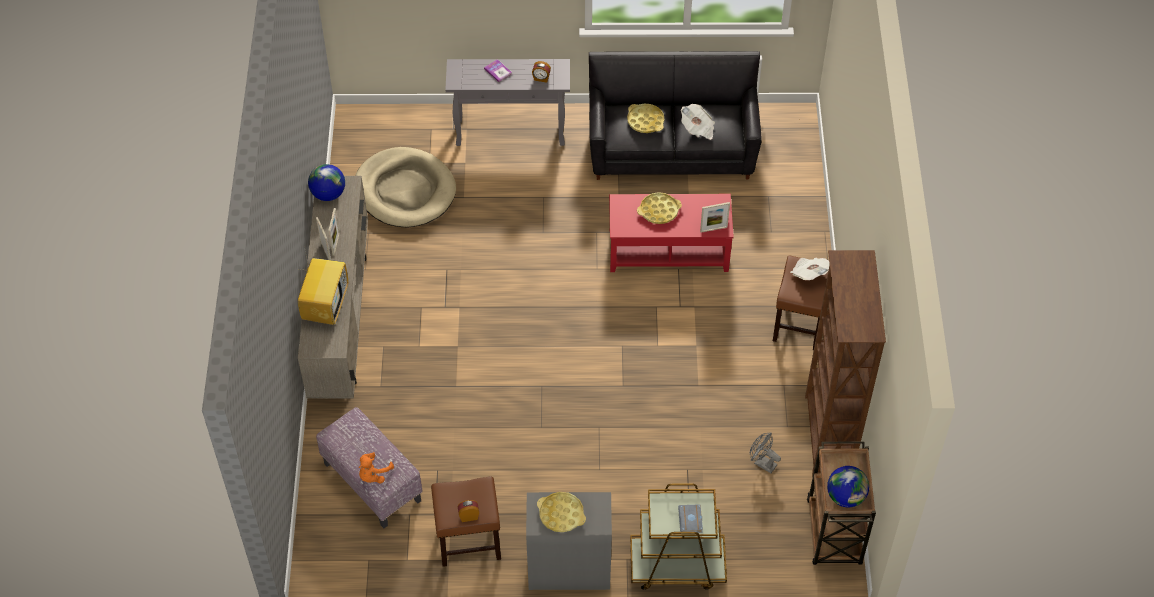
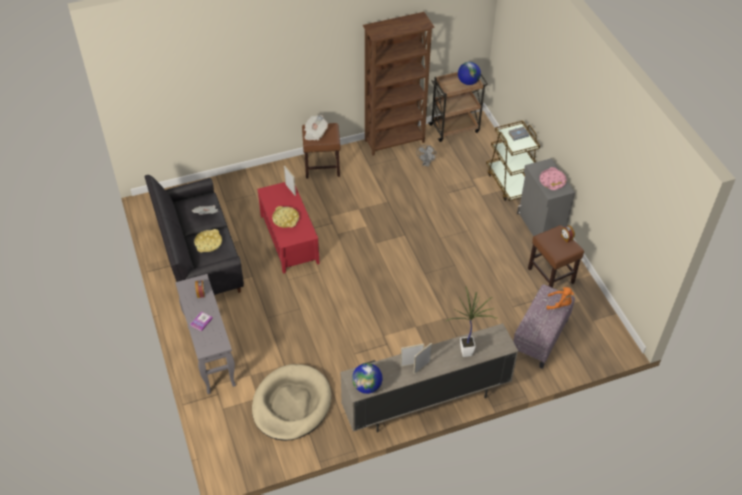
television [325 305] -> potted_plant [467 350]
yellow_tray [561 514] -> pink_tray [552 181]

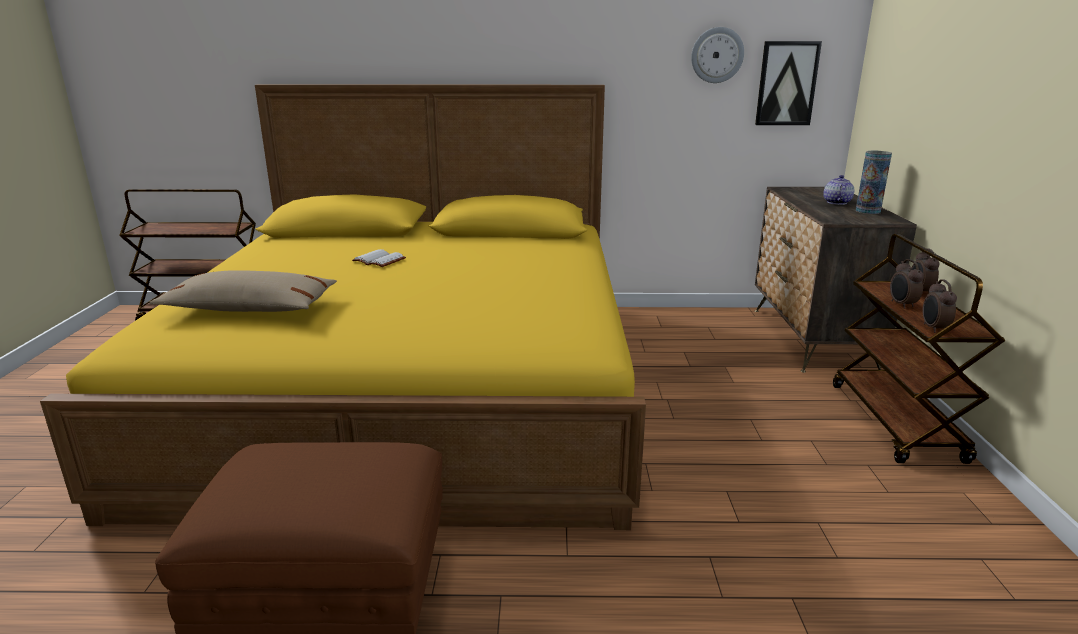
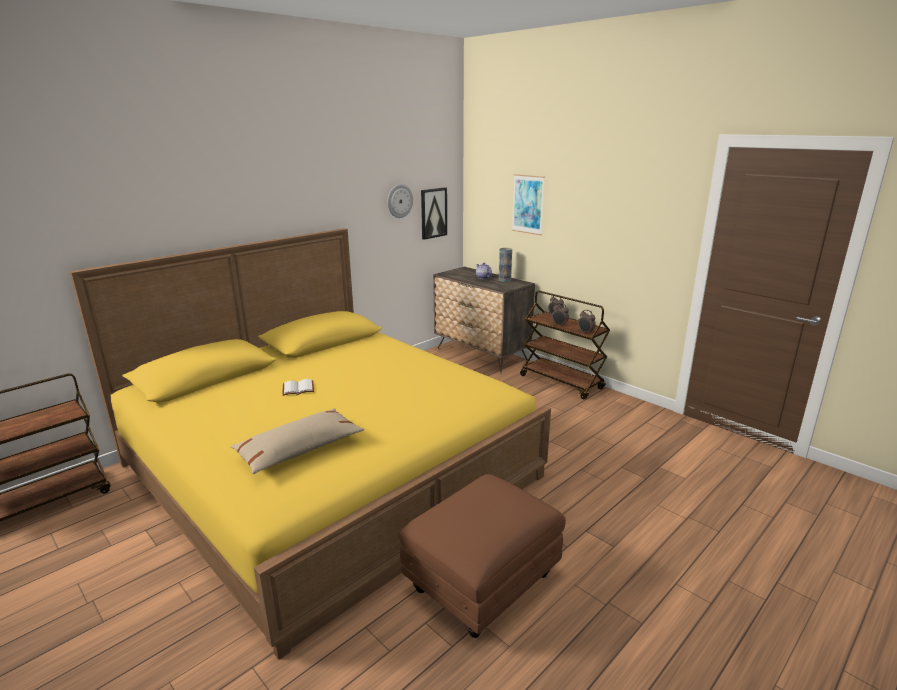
none -> picture [528 204]

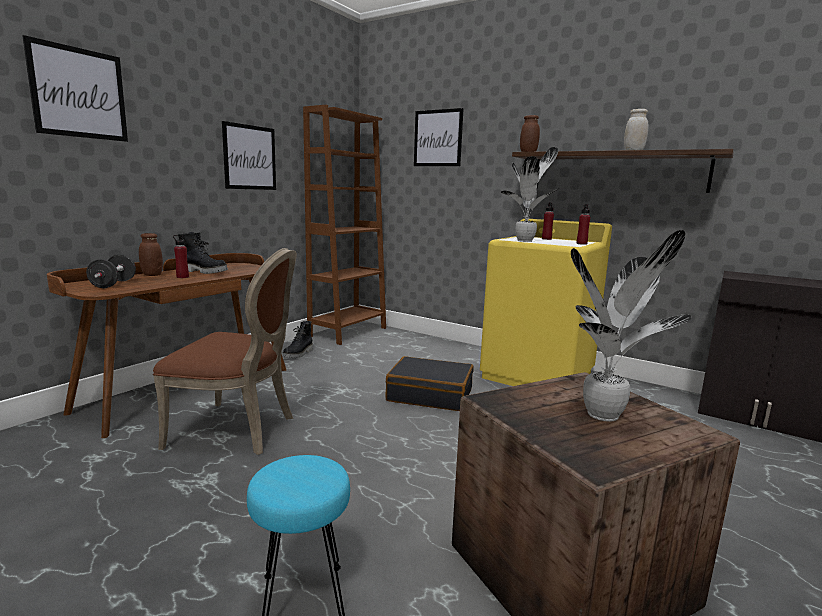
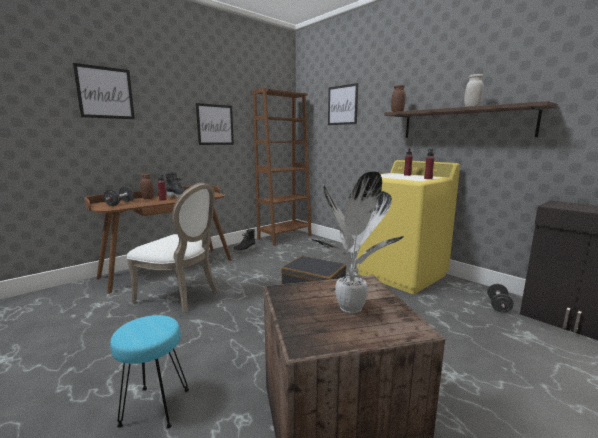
potted_plant [526 241] -> none
brown_chair [238 430] -> white_chair [181 296]
none -> black_dumbbell [498 306]

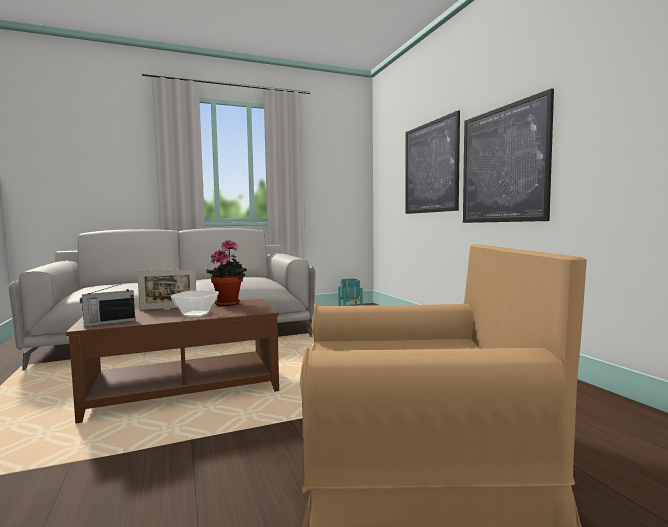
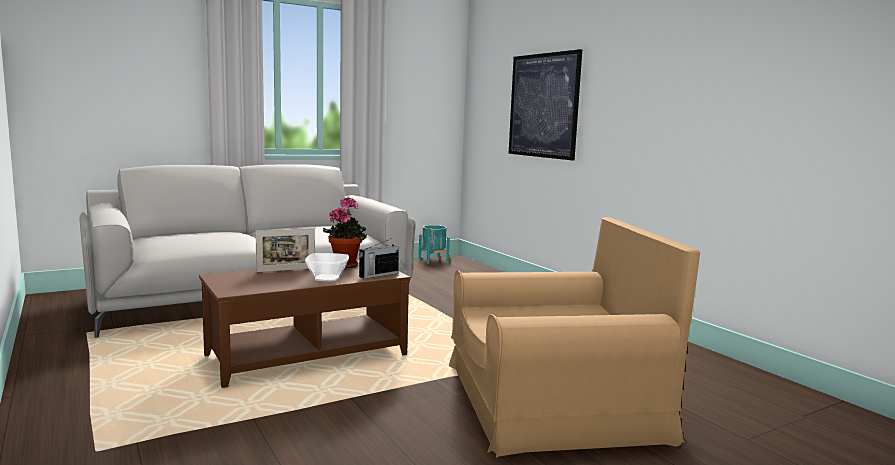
picture [503 165] -> none
radio [109 322] -> radio [378 275], moved

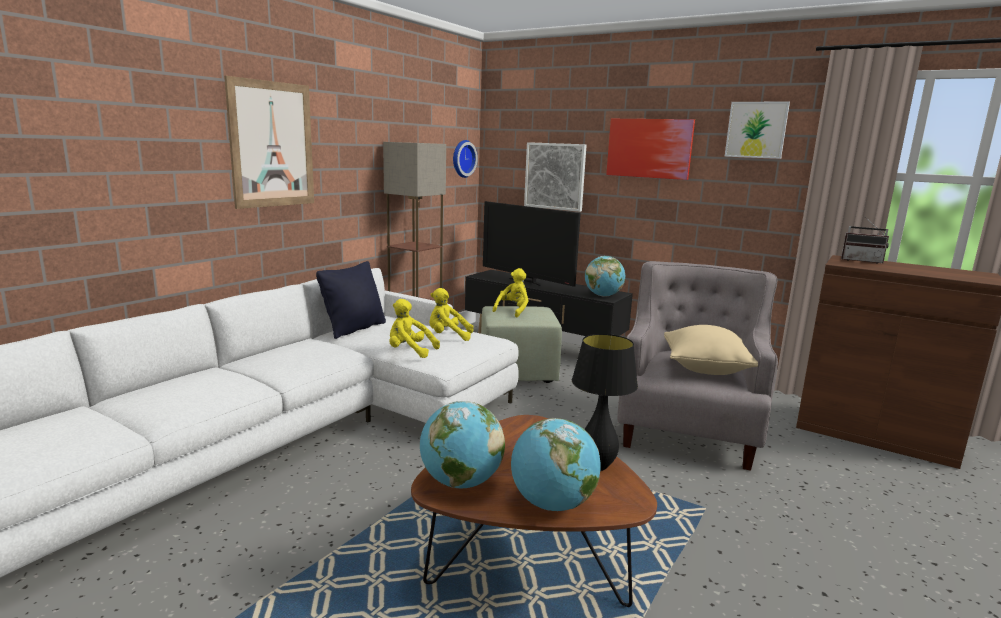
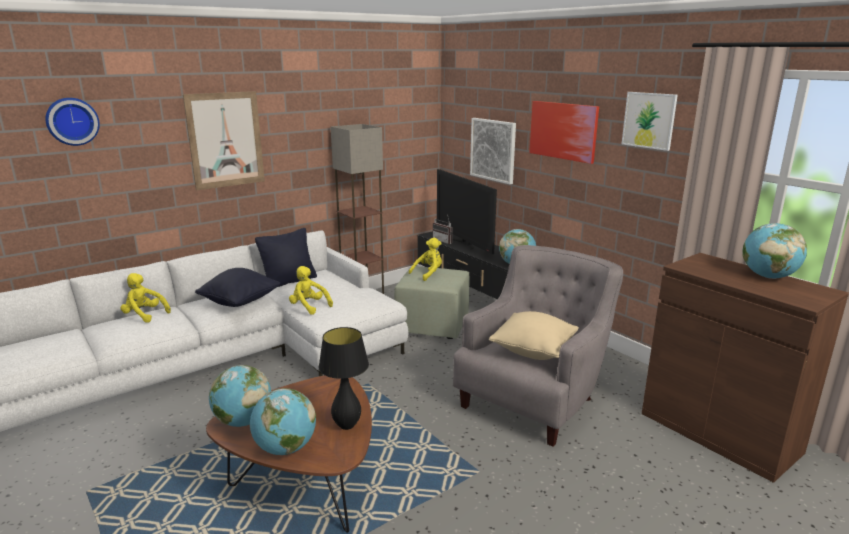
wall_clock [462 158] -> wall_clock [72 121], moved
radio [862 261] -> radio [444 241], moved
yellow_plush_toy [448 336] -> yellow_plush_toy [144 315], moved
none -> globe [768 277]
none -> black_pillow [240 303]

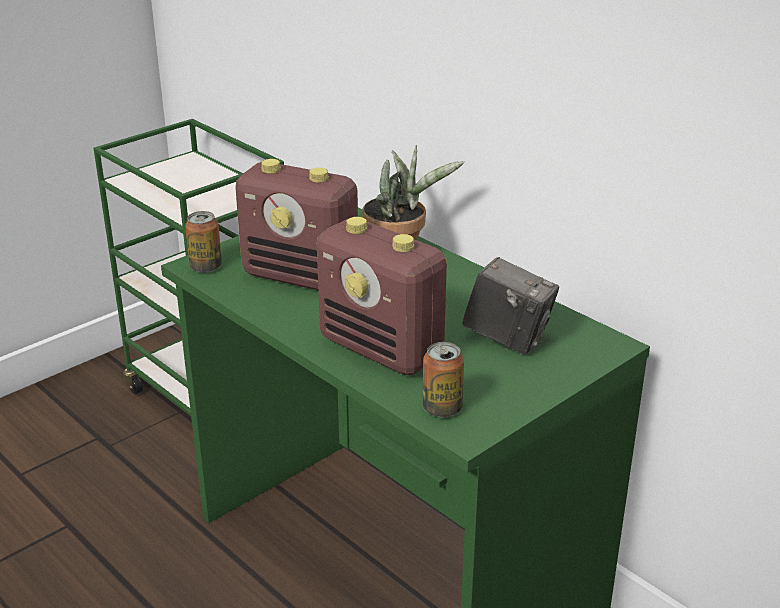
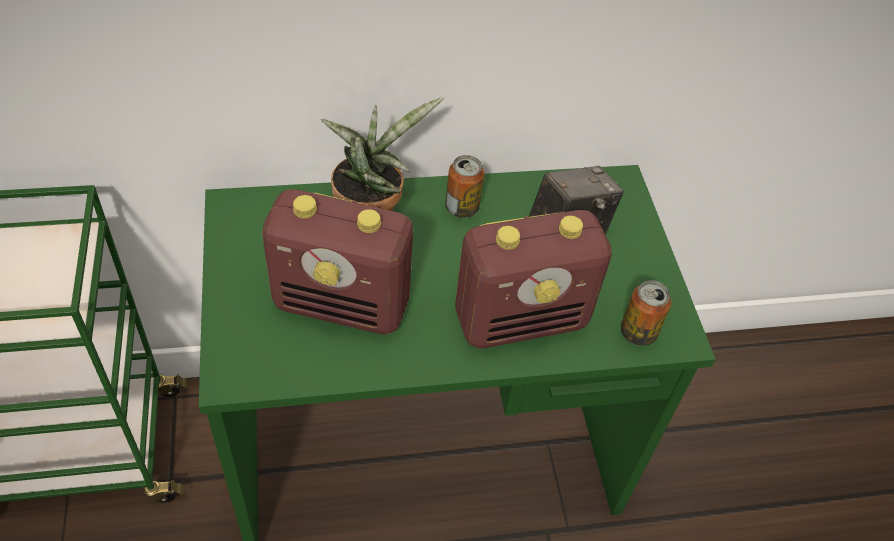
radio [302 277] -> radio [343 304], 45 degrees clockwise
can [206 267] -> can [462 208], moved

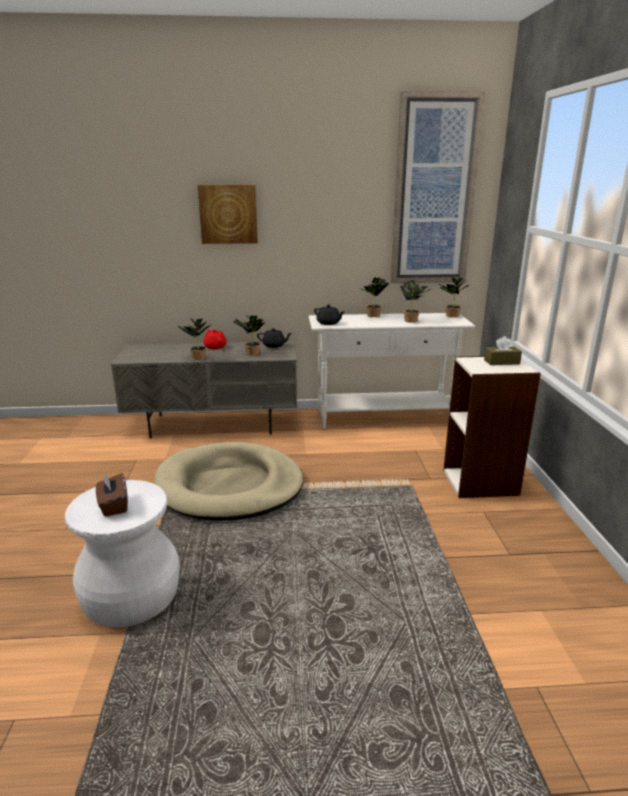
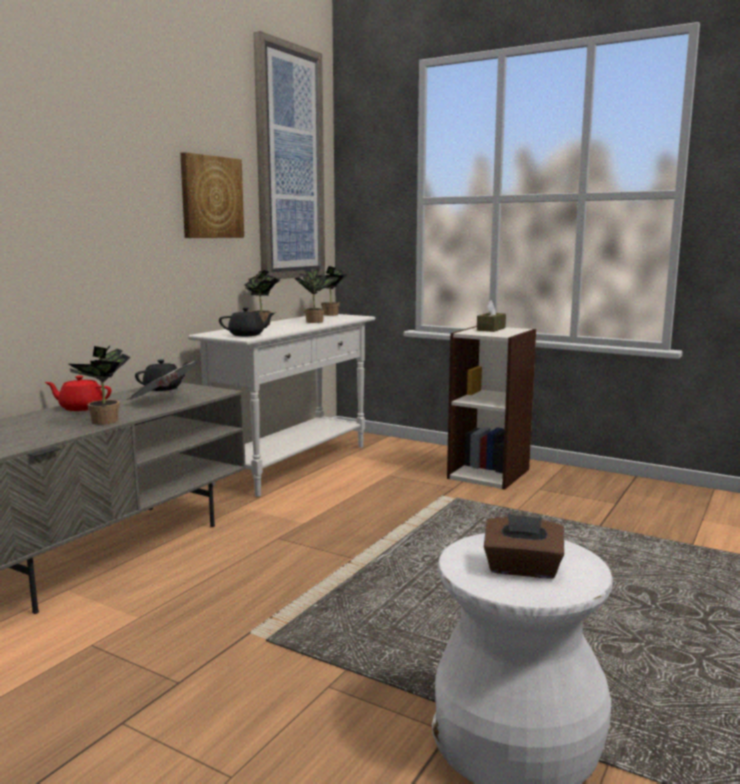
picture [228 214] -> picture [211 197], moved
potted_plant [250 353] -> newspaper [163 400]
beige_dog_bed [229 486] -> none

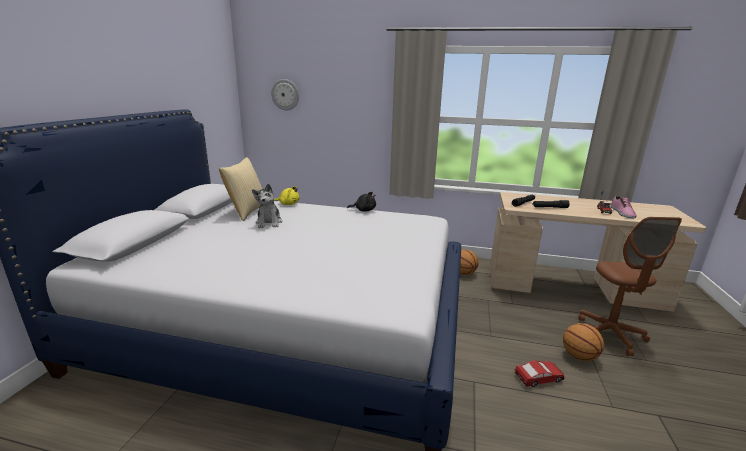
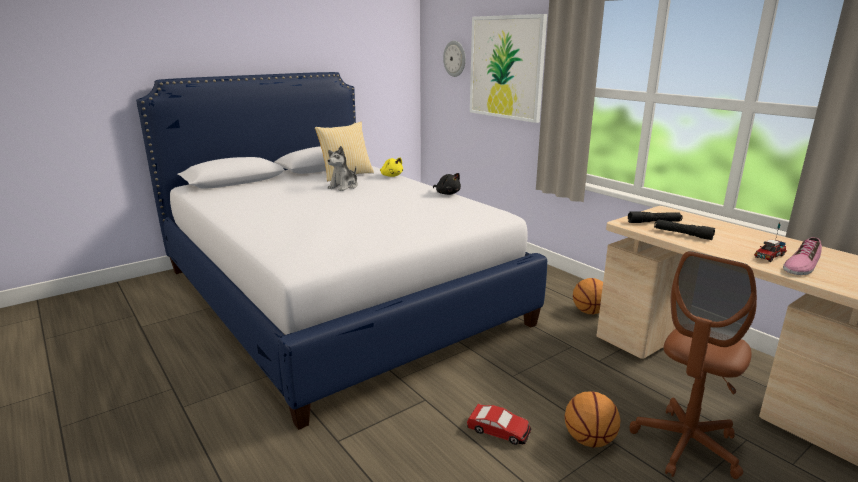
none -> picture [506 67]

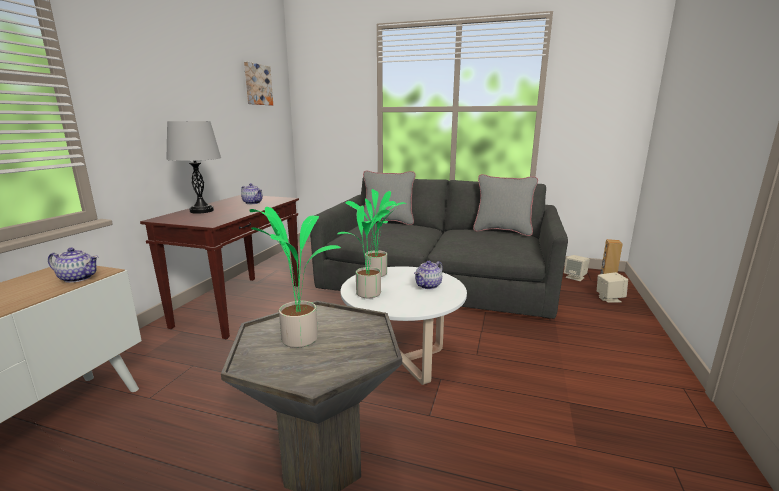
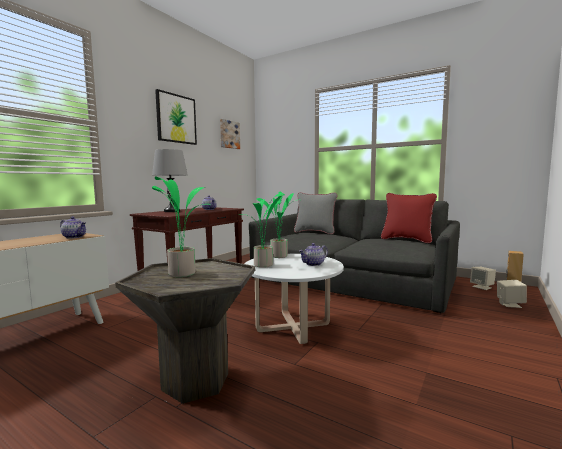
grey_pillow [502 231] -> red_pillow [406 240]
none -> picture [176 119]

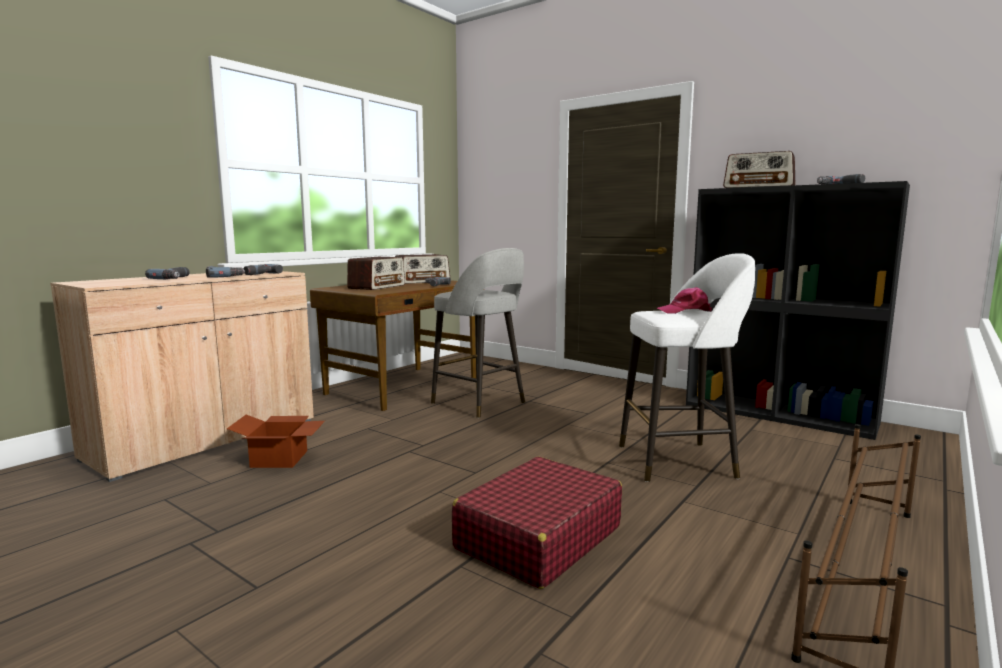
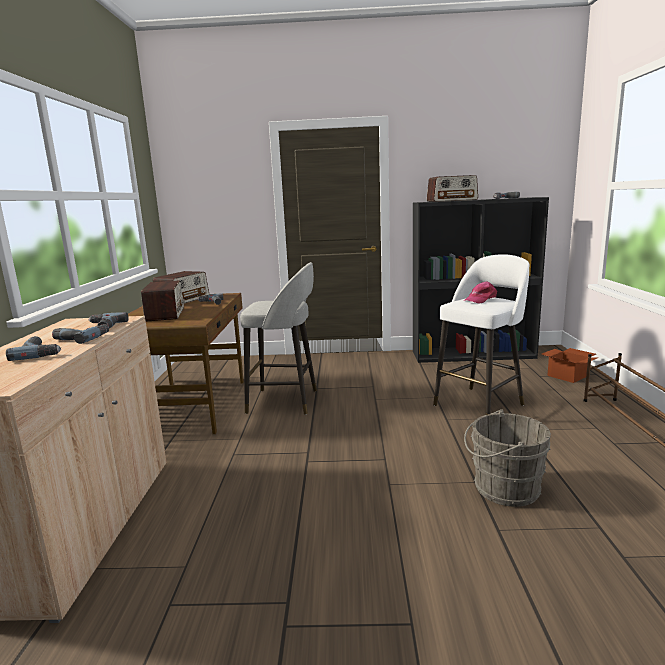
cardboard_box [280 459] -> cardboard_box [568 376], moved
red_suitcase [538 538] -> grey_bucket [502 488]

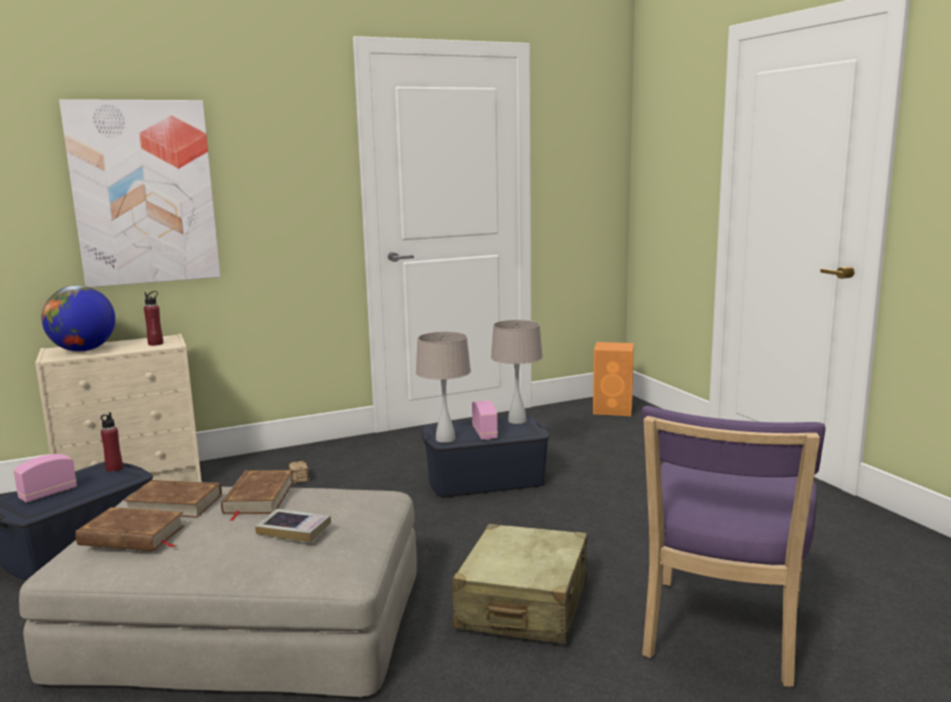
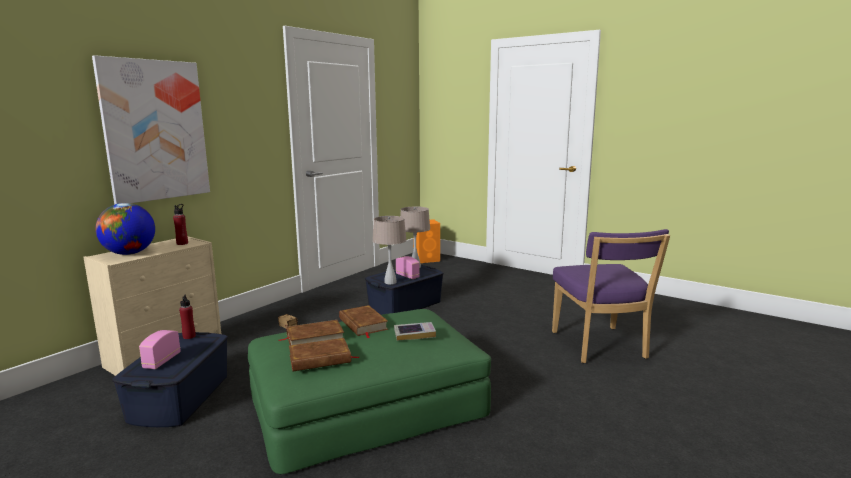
beige_ottoman [244 622] -> green_ottoman [367 405]
beige_suitcase [523 604] -> none

